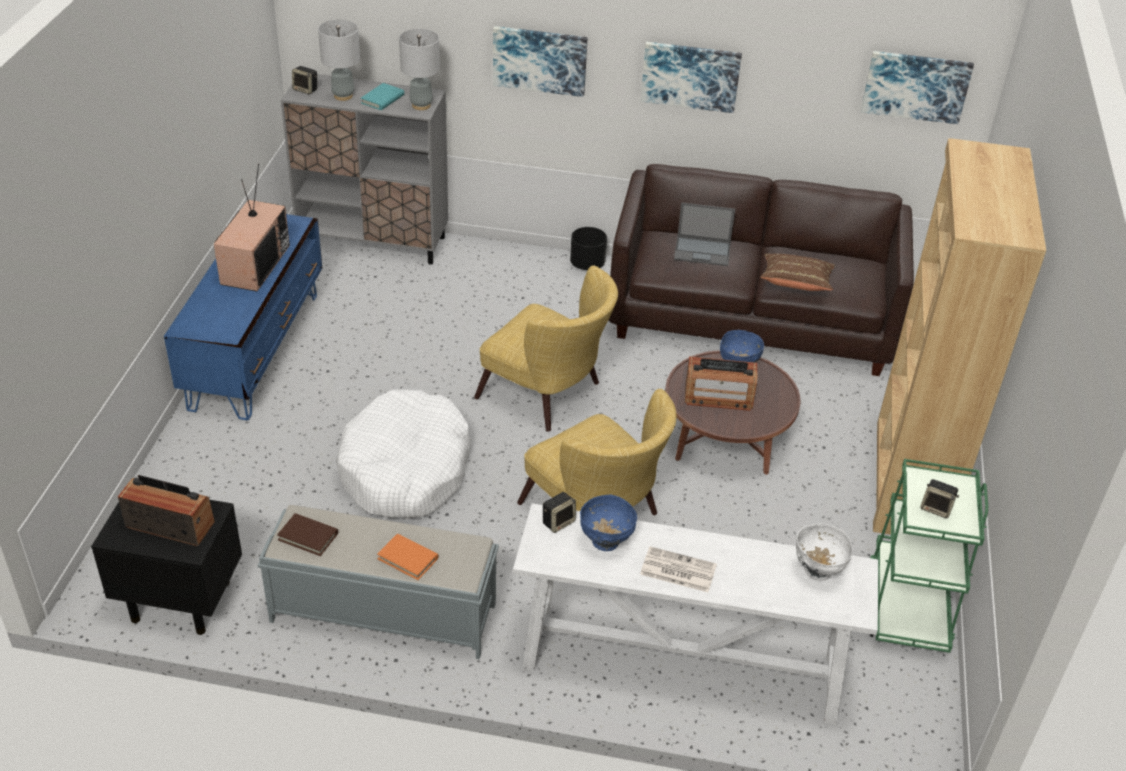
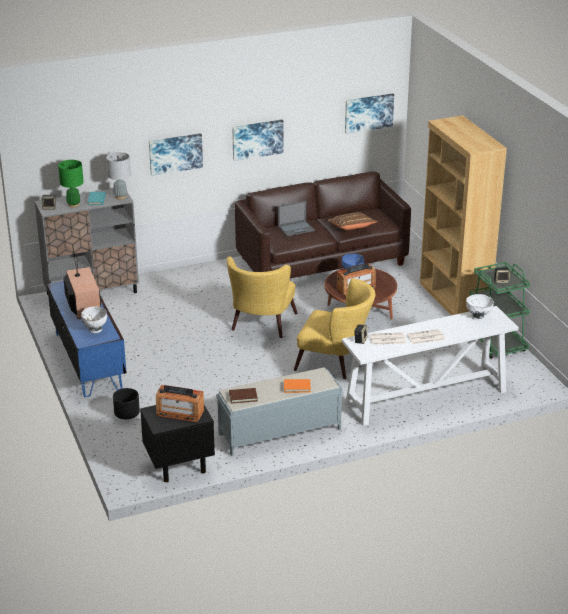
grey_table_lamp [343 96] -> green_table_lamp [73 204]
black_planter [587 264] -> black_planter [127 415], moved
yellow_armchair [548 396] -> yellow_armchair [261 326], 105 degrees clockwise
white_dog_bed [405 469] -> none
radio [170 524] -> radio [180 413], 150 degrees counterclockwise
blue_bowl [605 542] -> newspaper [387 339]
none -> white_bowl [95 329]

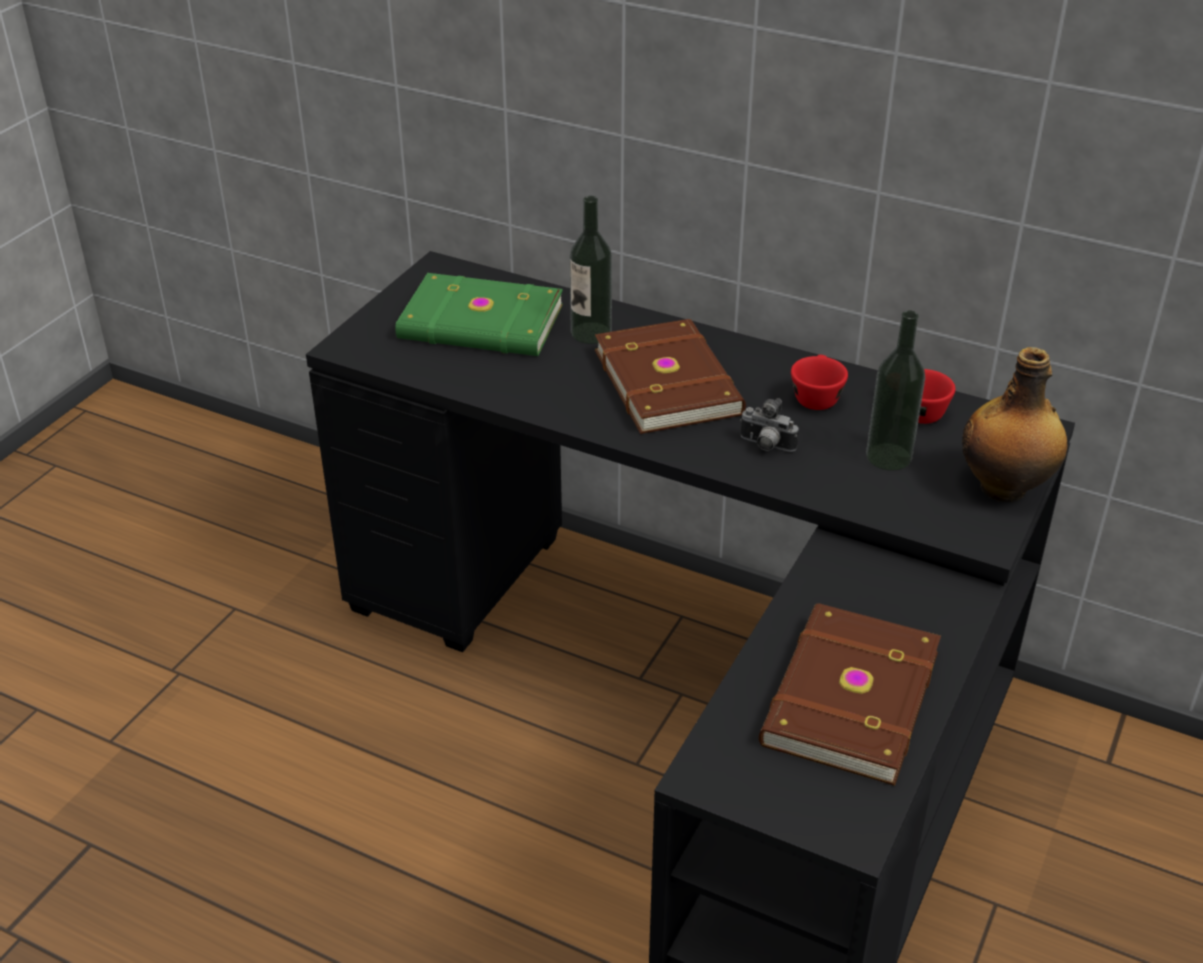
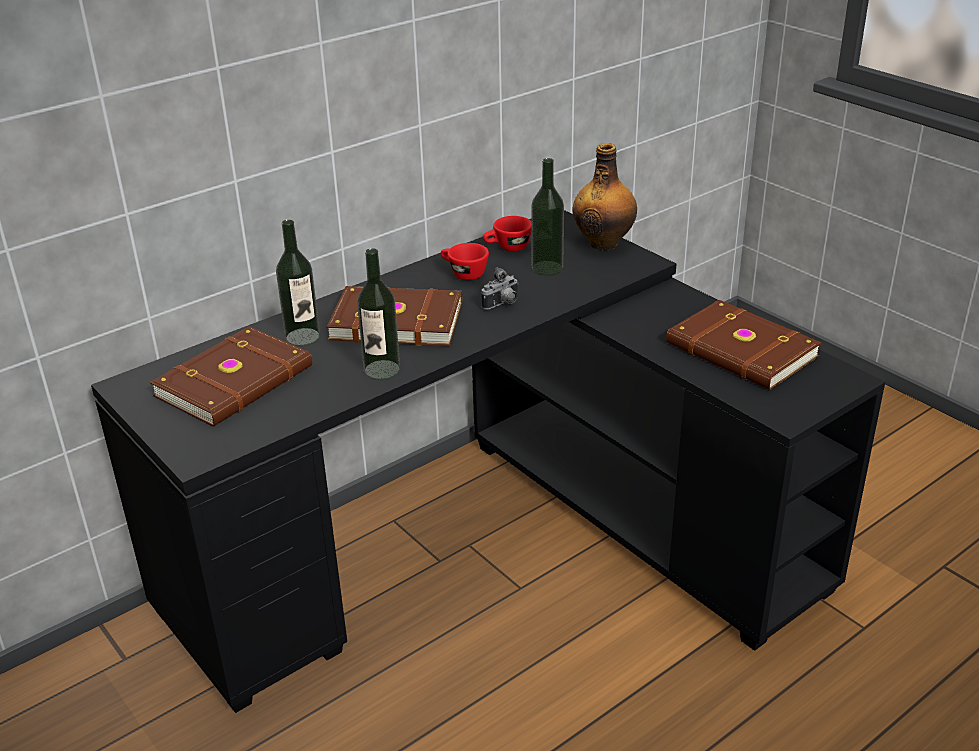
green_book [481 324] -> brown_book [237 382]
none -> bottle [382 369]

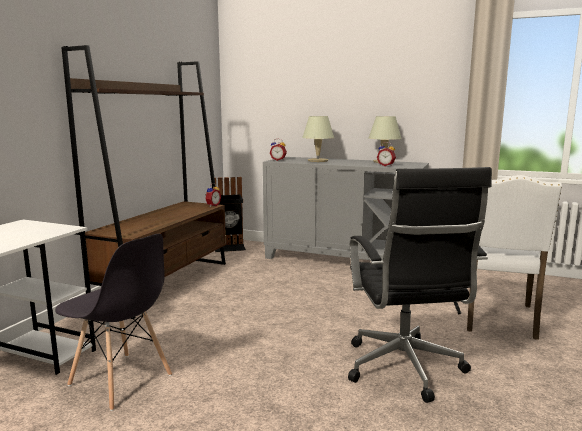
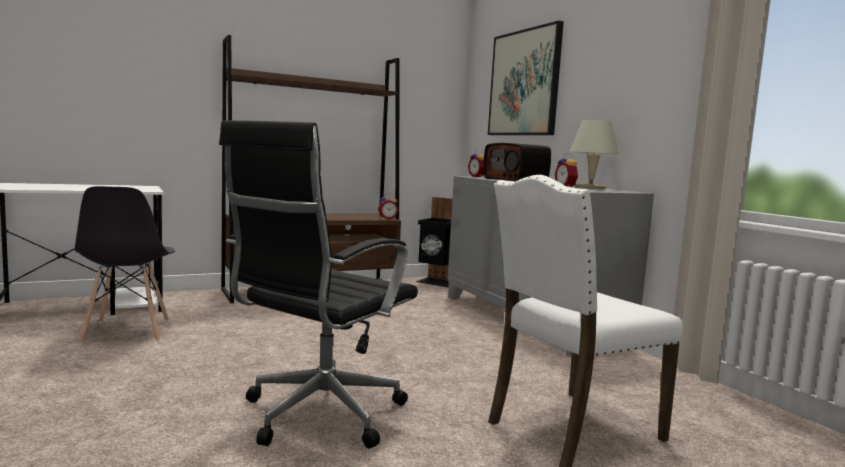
beige_table_lamp [318 161] -> radio [516 180]
none -> picture [524 83]

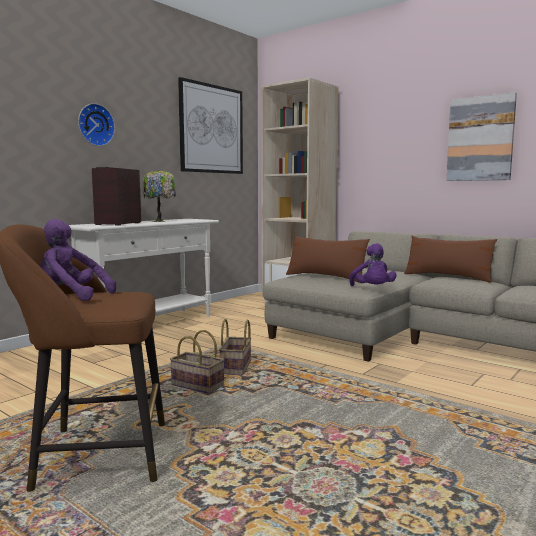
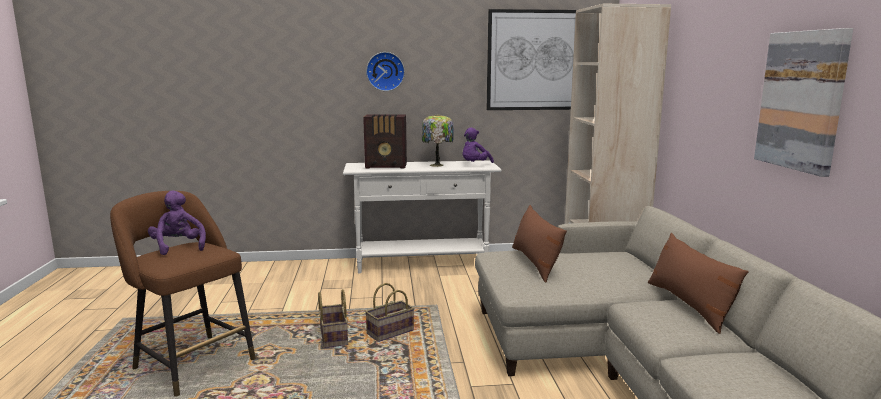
radio [117 223] -> radio [387 166], 150 degrees counterclockwise
purple_plush_toy [372 289] -> purple_plush_toy [474 165], moved

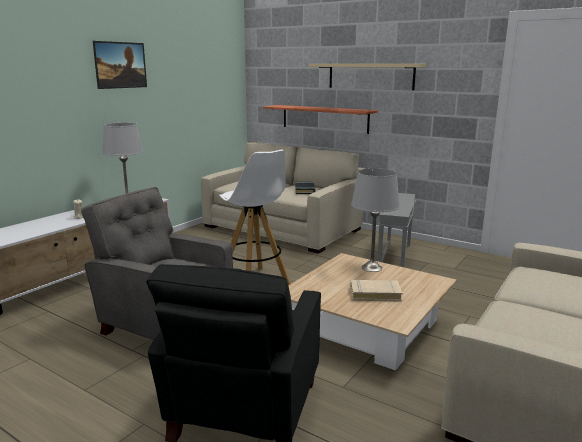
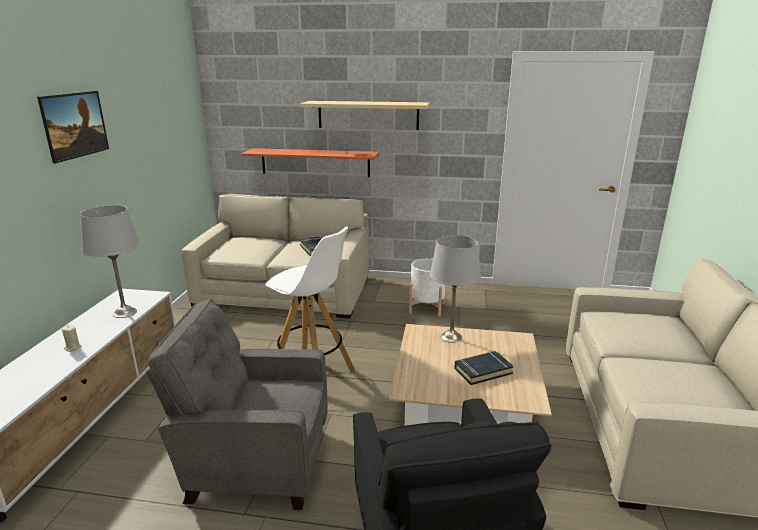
grey_side_table [395 258] -> white_planter [427 308]
beige_book [375 294] -> black_book [482 371]

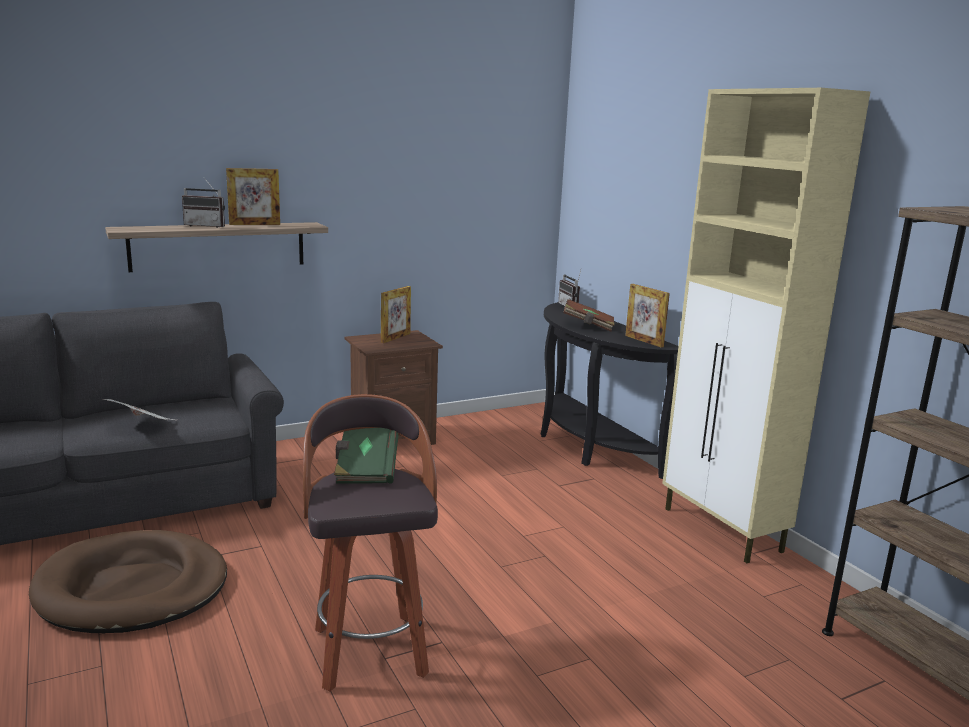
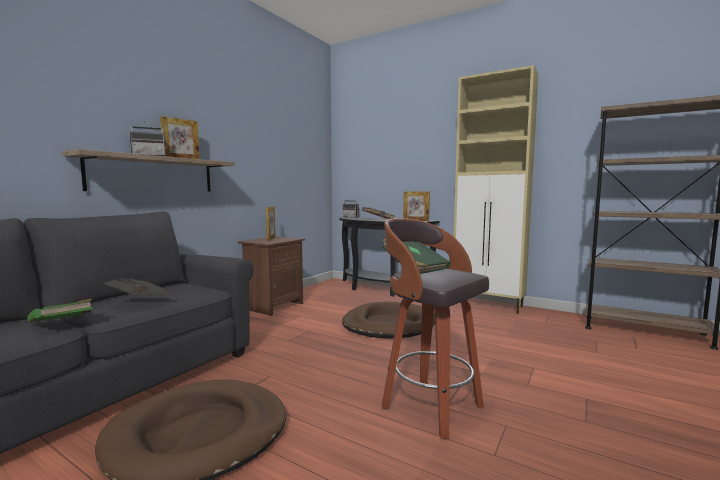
none -> green_book [63 325]
none -> brown_dog_bed [388 325]

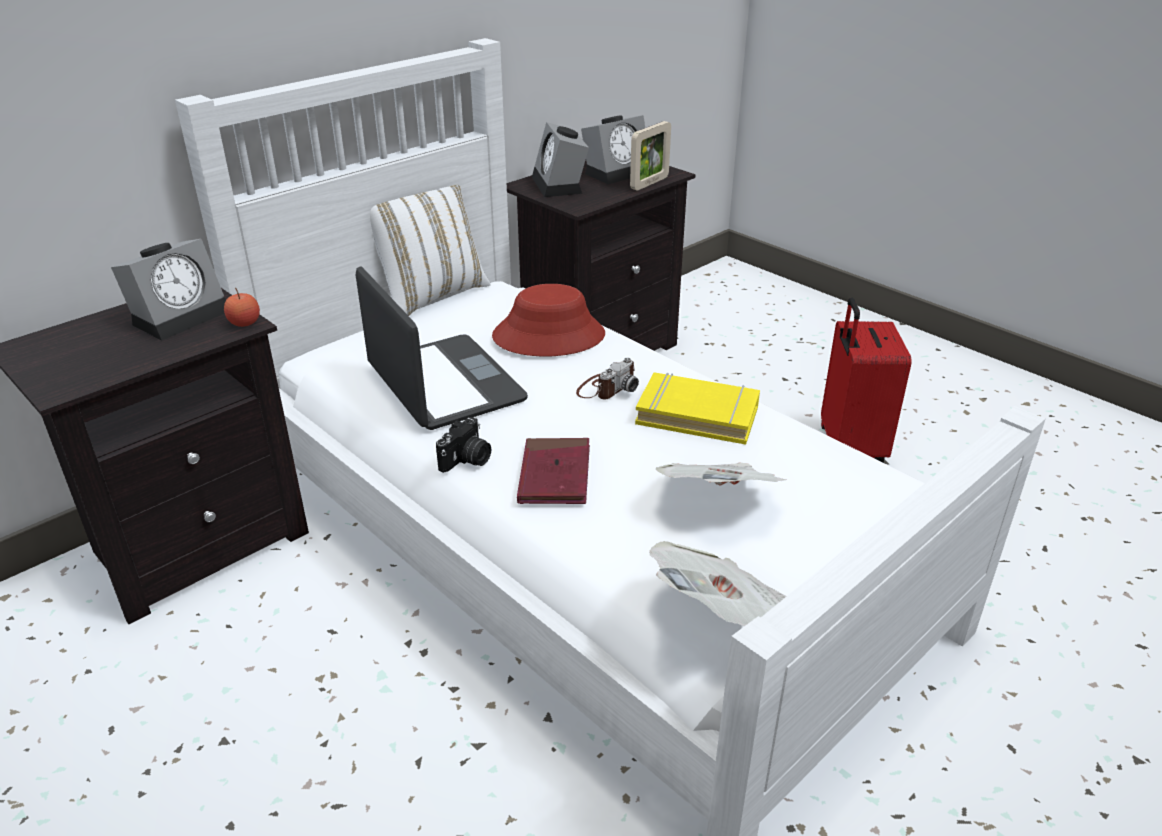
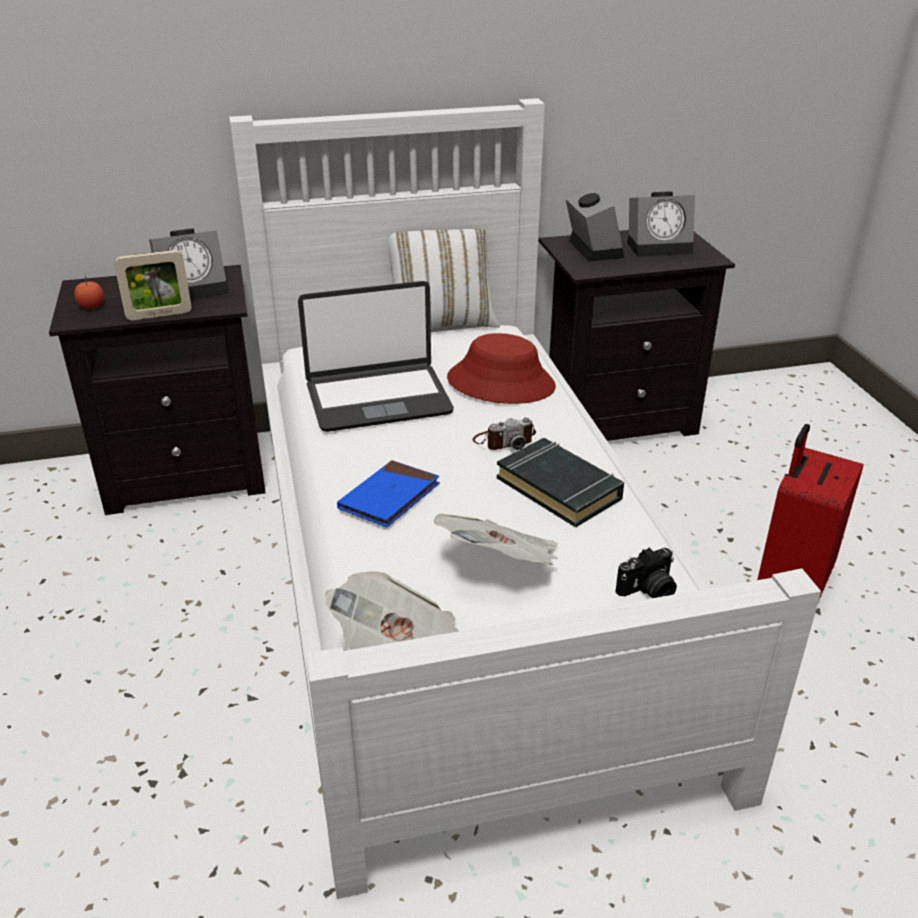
picture_frame [649 183] -> picture_frame [159 315], moved
alarm_clock [560 185] -> alarm_clock [591 248], 150 degrees clockwise
laptop [444 384] -> laptop [378 398], 75 degrees clockwise
apple [244 323] -> apple [91 306], moved
yellow_book [697 415] -> black_book [559 488]
photo_camera [467 460] -> photo_camera [648 591], moved
red_book [554 475] -> blue_book [389 497]

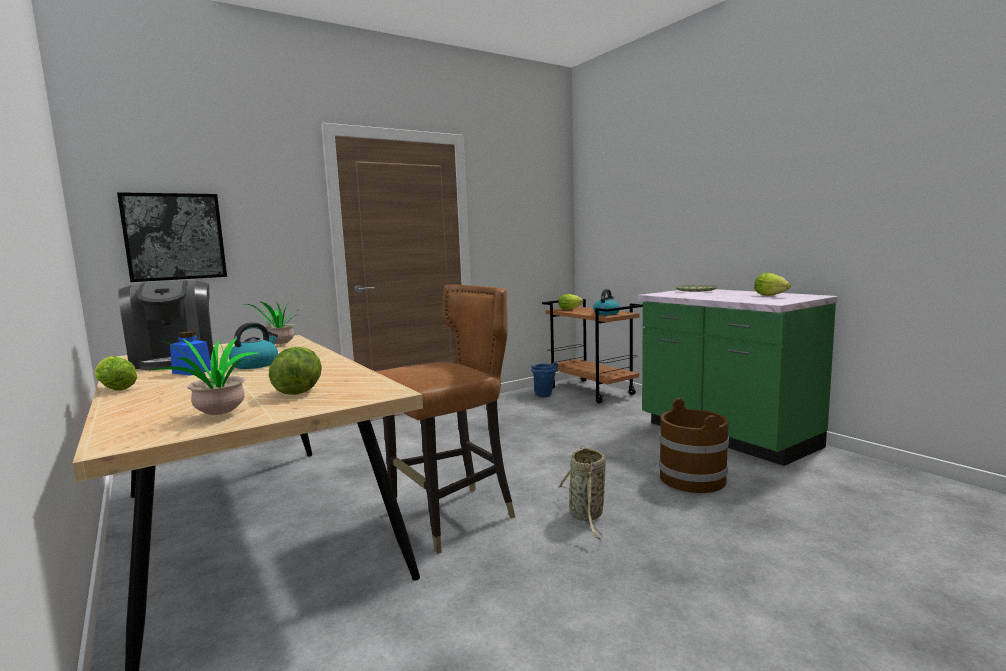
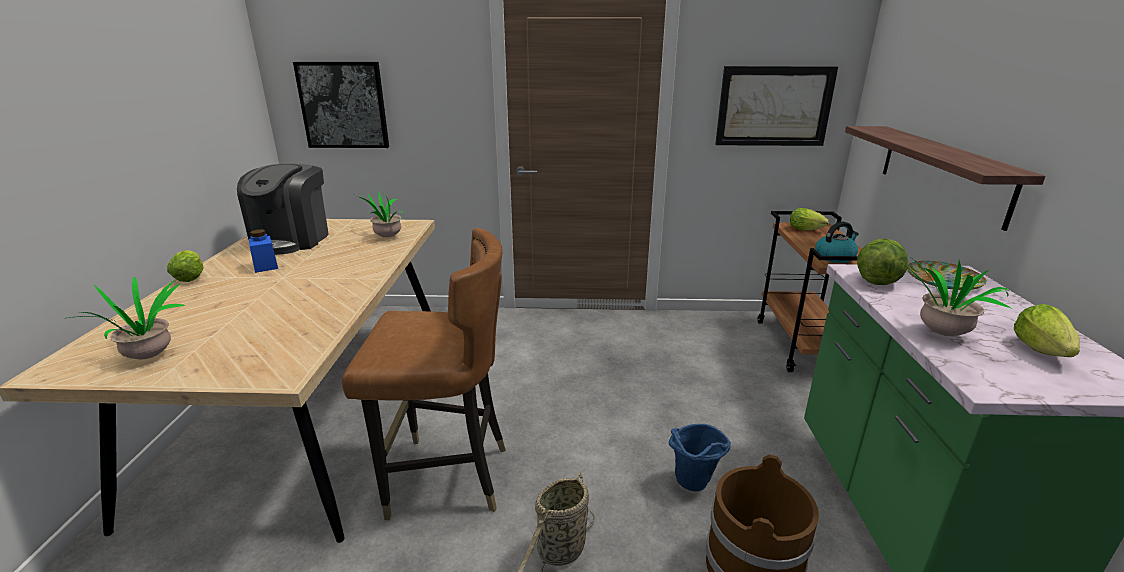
kettle [255 364] -> none
lettuce [299 392] -> lettuce [877 280], moved
blue_bucket [545 396] -> blue_bucket [693 486], moved
none -> picture [774 106]
none -> shelf [942 172]
none -> potted_plant [940 335]

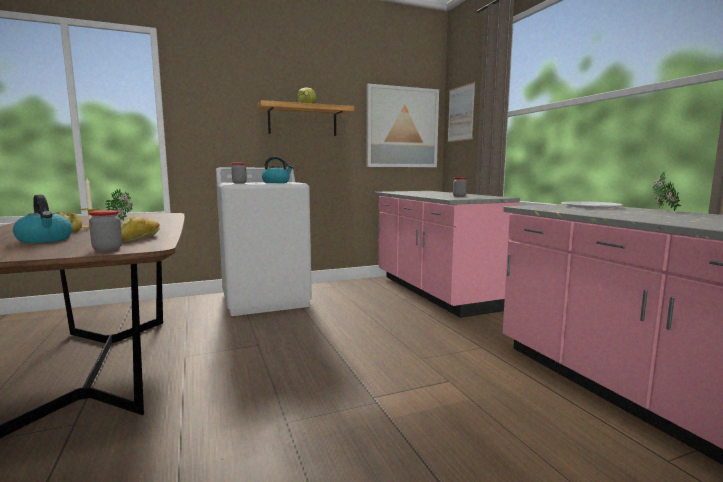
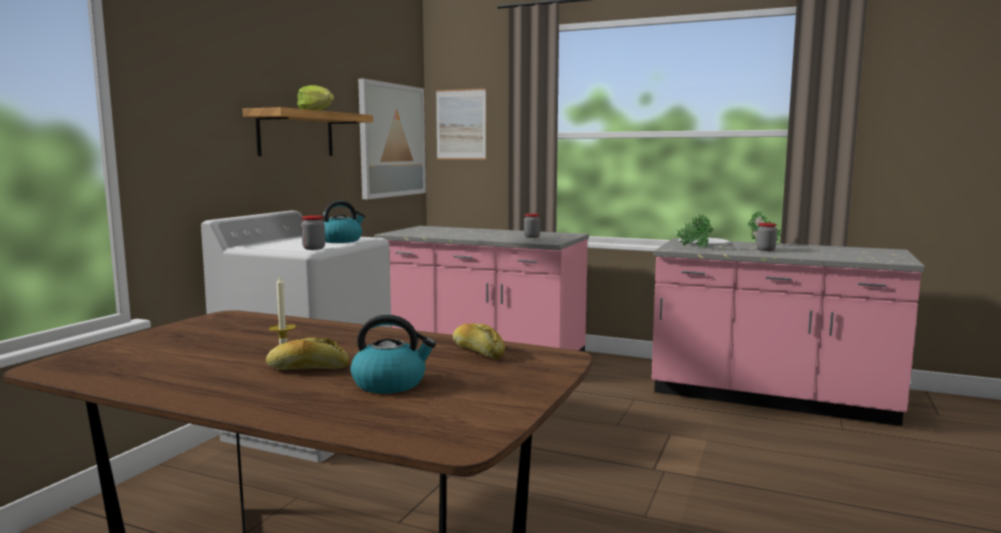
potted_plant [123 220] -> potted_plant [694 248], moved
jar [107 249] -> jar [765 250], moved

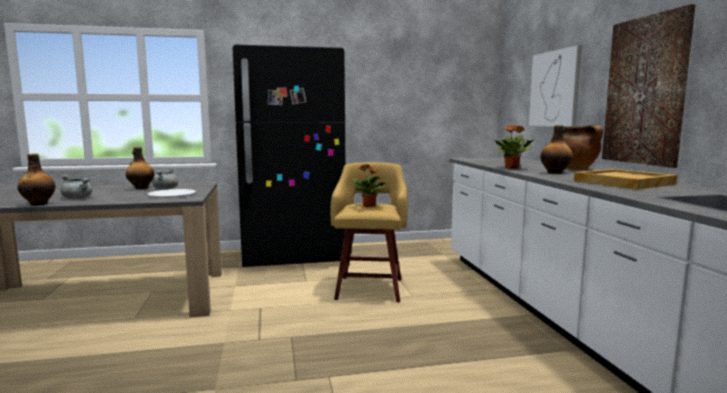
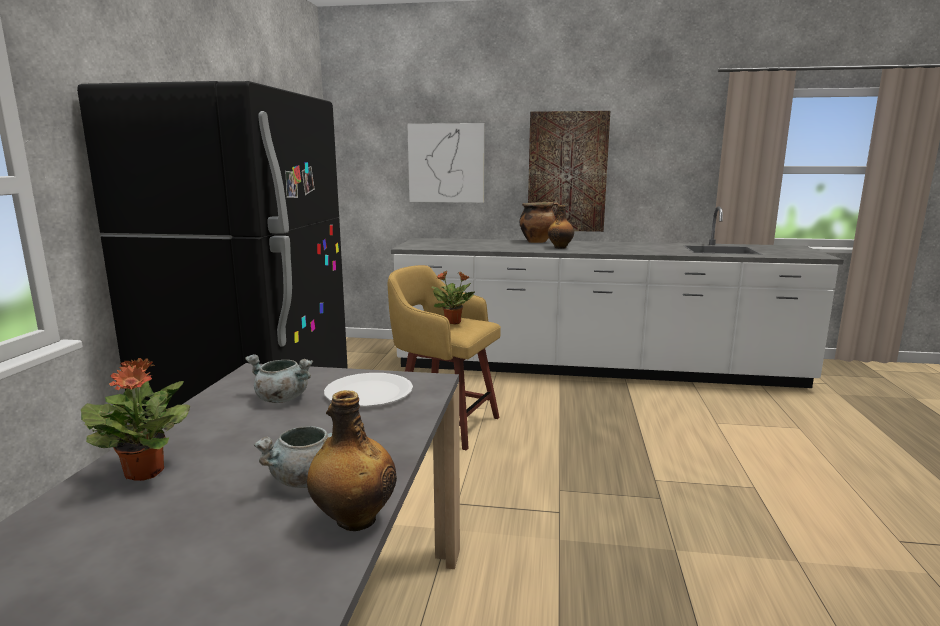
potted_plant [512 168] -> potted_plant [145 472], moved
bottle [141 188] -> none
beige_tray [622 182] -> none

